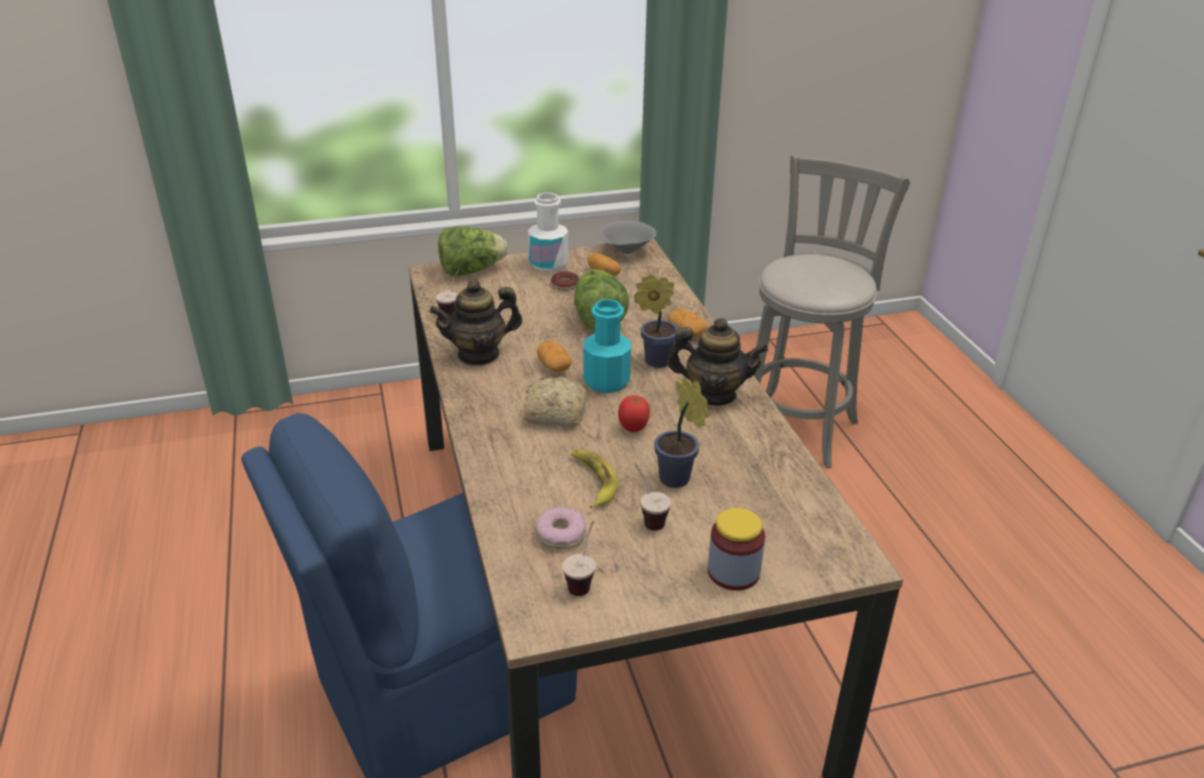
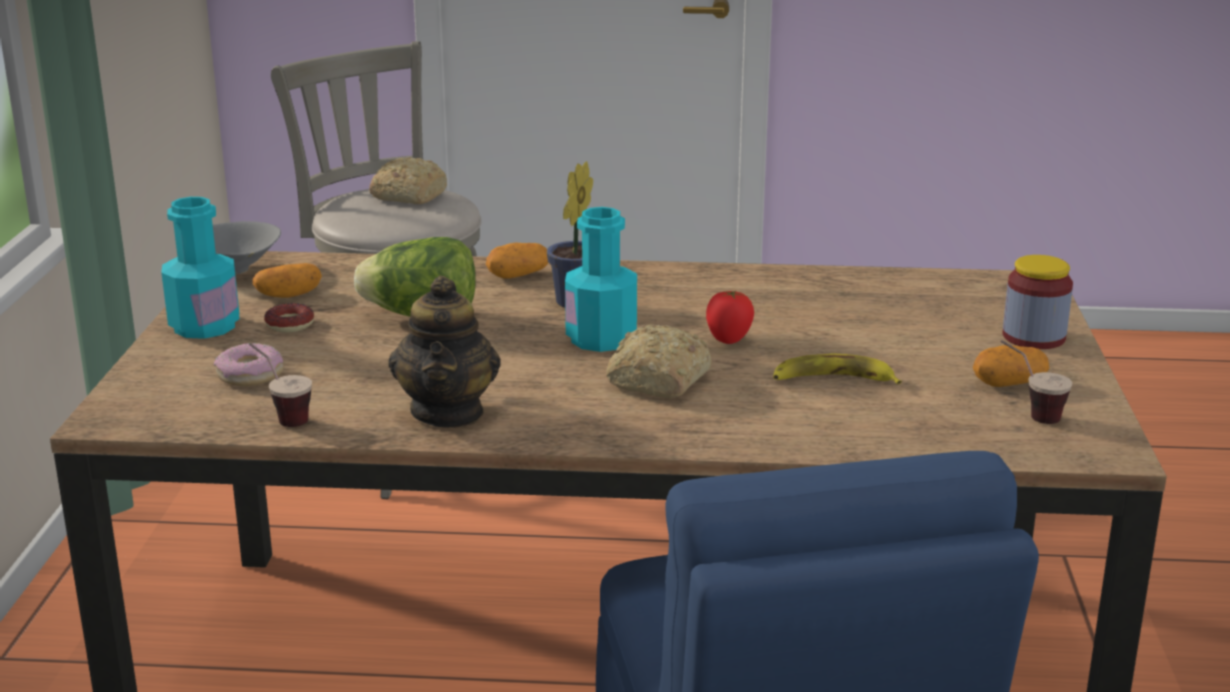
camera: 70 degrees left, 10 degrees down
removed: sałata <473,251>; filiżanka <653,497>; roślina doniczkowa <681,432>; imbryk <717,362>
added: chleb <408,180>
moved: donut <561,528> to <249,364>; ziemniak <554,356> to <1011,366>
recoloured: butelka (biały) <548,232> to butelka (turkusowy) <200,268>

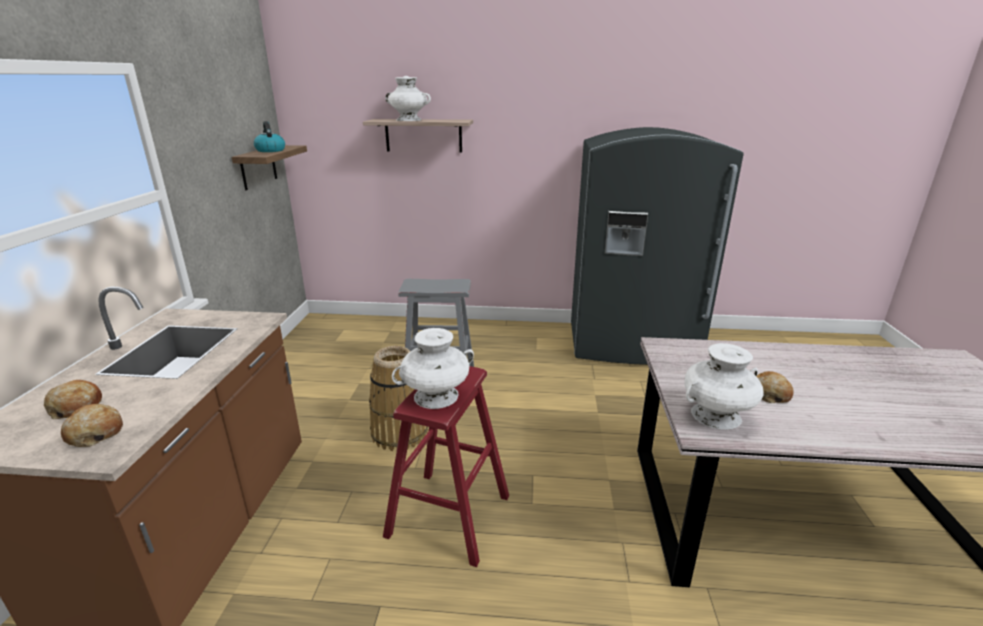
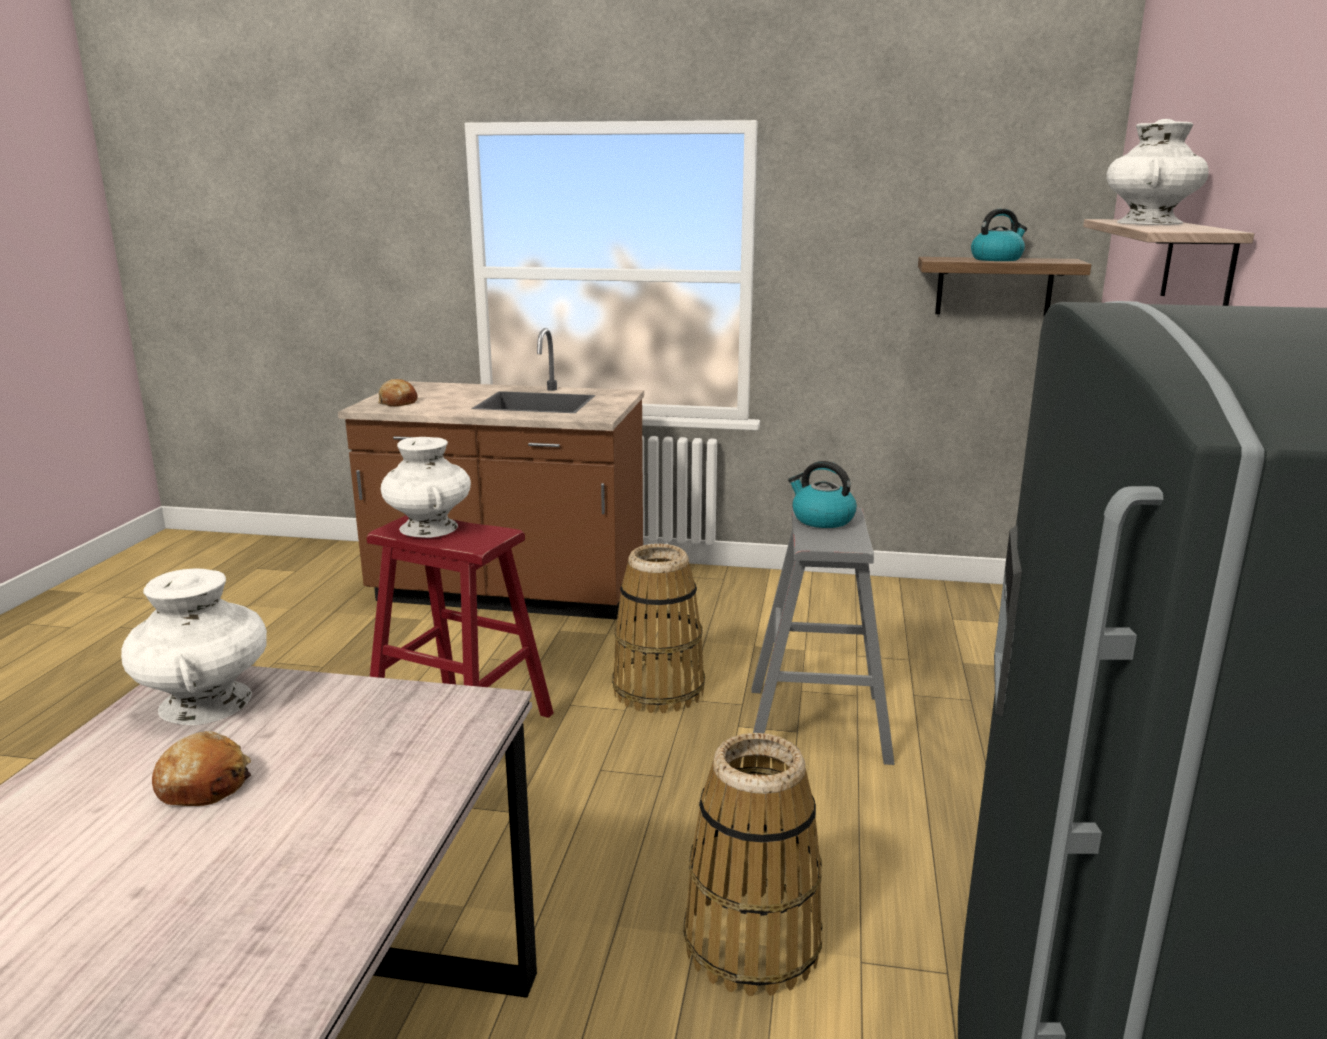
camera: 95 degrees right, 5 degrees down
removed: chleb <73,399>
added: koszyk <752,864>; czajnik <822,494>

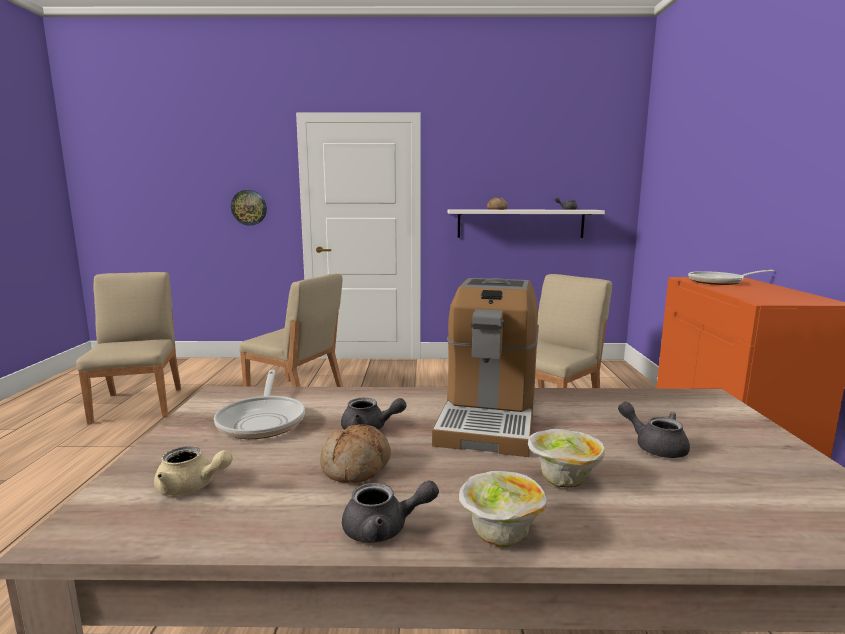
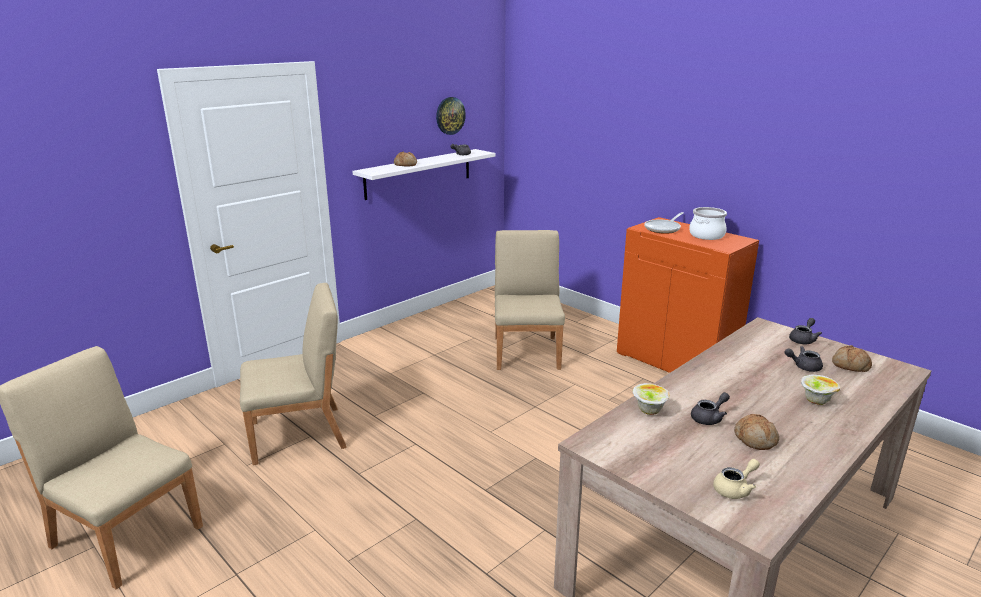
camera: 45 degrees left, 10 degrees up
removed: patelnia <259,404>; ekspres do kawy <485,367>
added: garnek <708,223>; chleb <852,358>
moved: zegar ścienny <249,208> to <451,116>; imbryk (szary) <390,511> to <805,331>; miska <503,509> to <651,399>

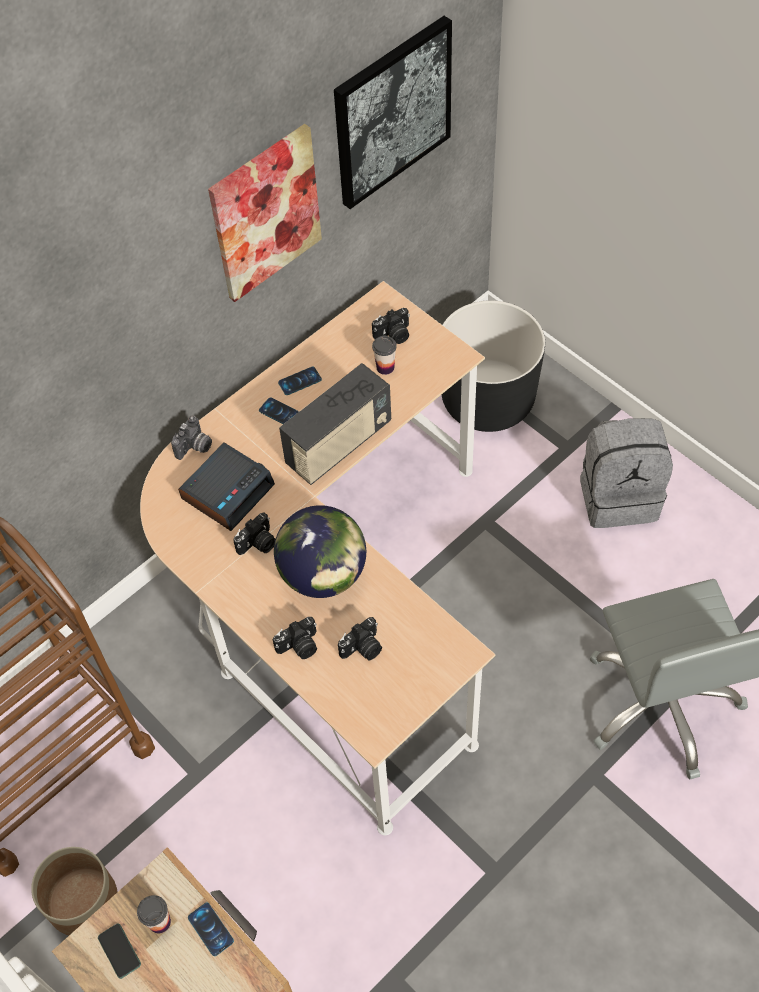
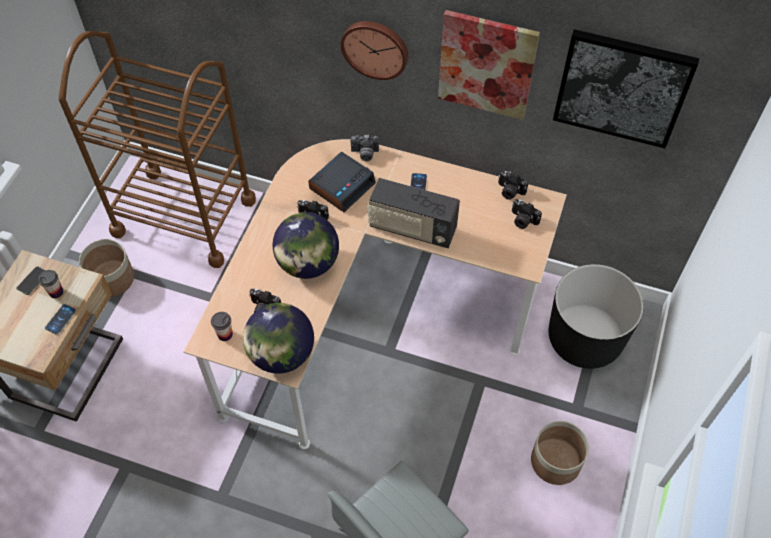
camera: 60 degrees right, 0 degrees up
removed: telefon <300,381>
added: globus <278,338>; zegar ścienny <374,50>
moved: aparat fotograficzny <295,638> to <513,185>; filiżanka <384,355> to <222,326>
replaced: plecak (szary) <626,473> to donica <560,453>
turned: budzik <226,487> = <342,182> 60 degrees counterclockwise

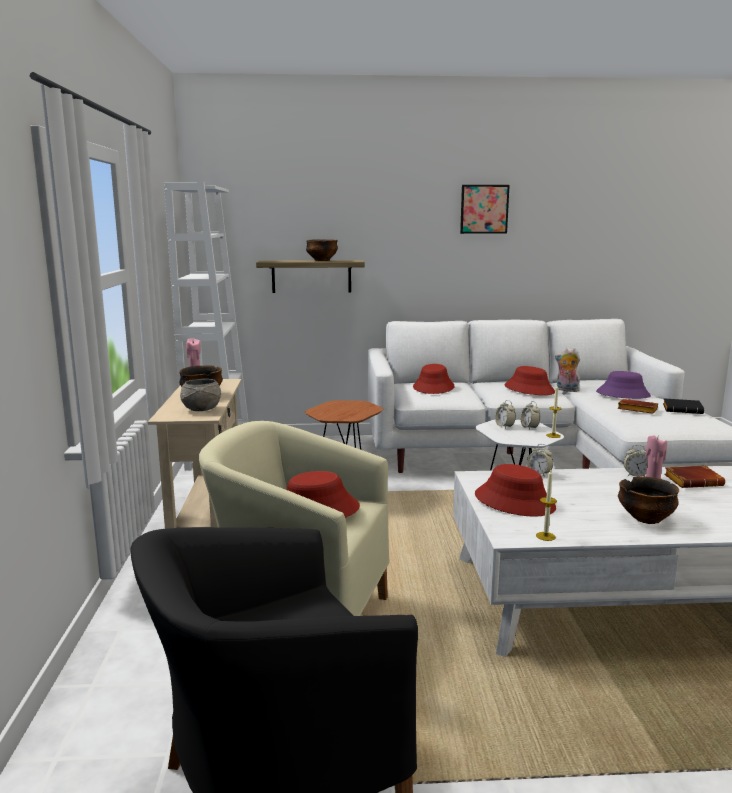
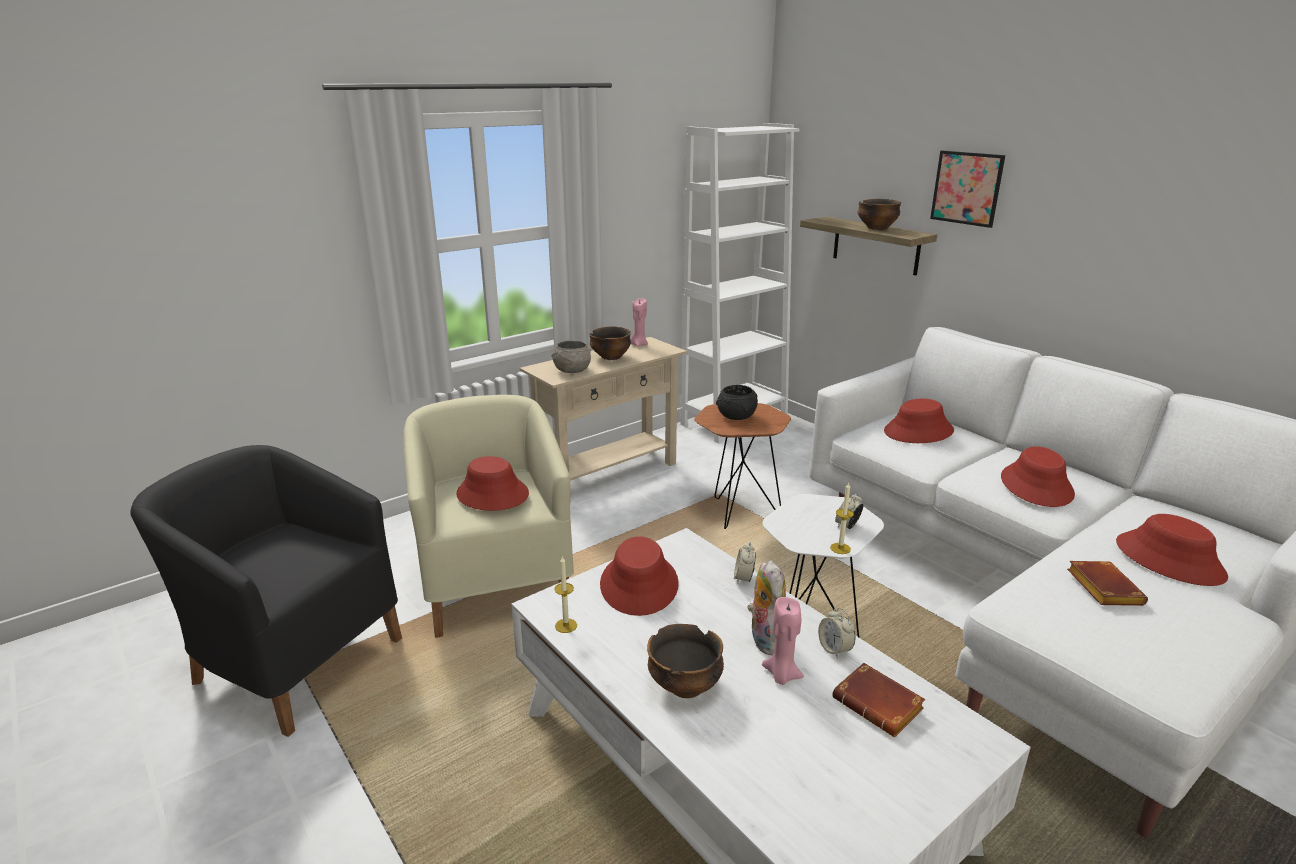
camera: 55 degrees right, 10 degrees up
removed: budzik <505,414>; książka (czarny) <683,406>
added: miska (czarny) <737,402>
moved: obraz <485,209> to <967,189>; pluszak <567,370> to <766,607>
recoloured: kapelusz (fioletowy) <623,385> to kapelusz (czerwony) <1172,550>

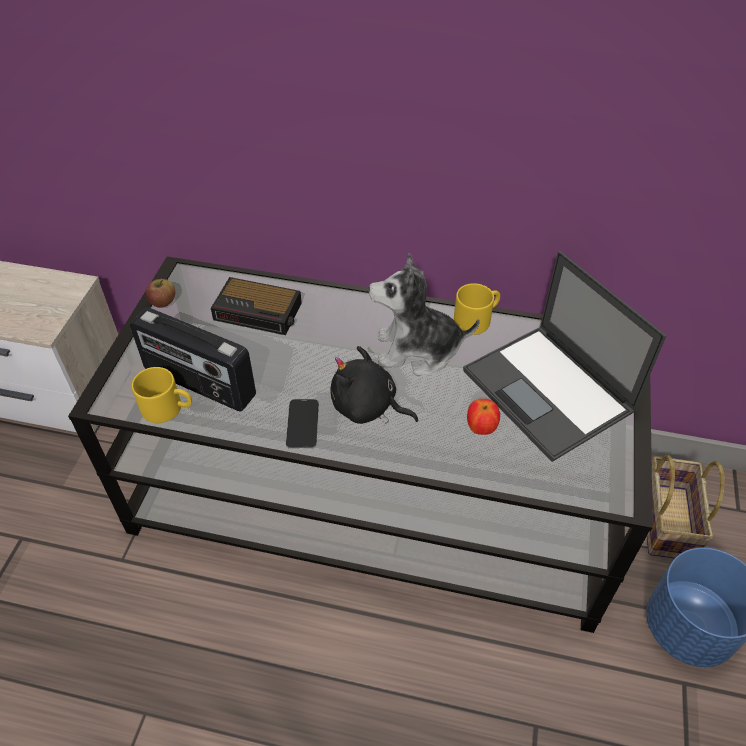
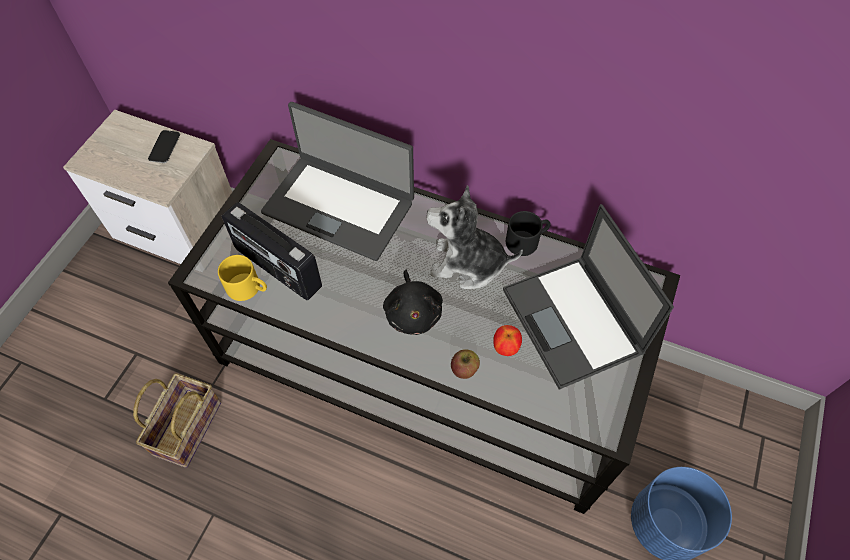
camera: 10 degrees right, 10 degrees up
moved: jabłko <160,293> to <465,364>; telefon <302,424> to <164,146>; koszyk <686,507> to <177,420>
replaced: budzik <256,306> to laptop <337,181>
recoloured: kubek (żółty) <477,309> to kubek (czarny) <528,233>
turned: pluszak (czarny) <374,385> = <413,302> 135 degrees counterclockwise

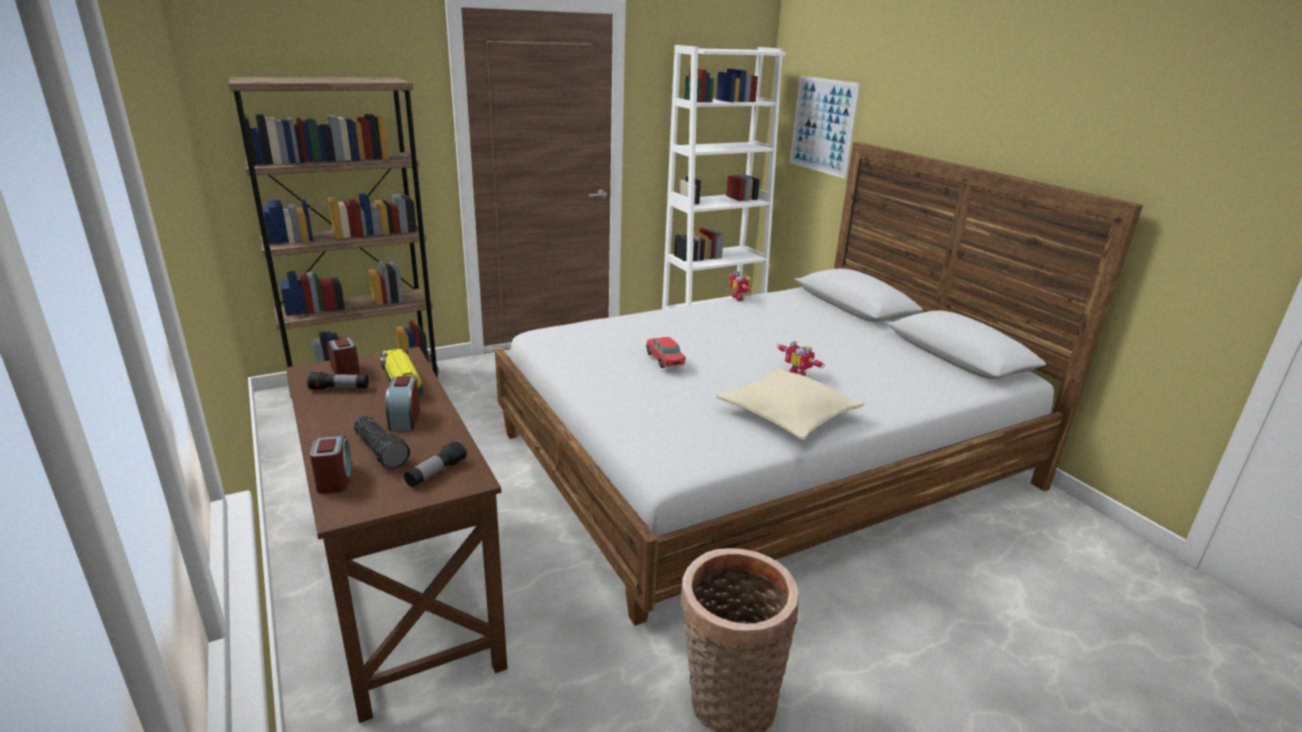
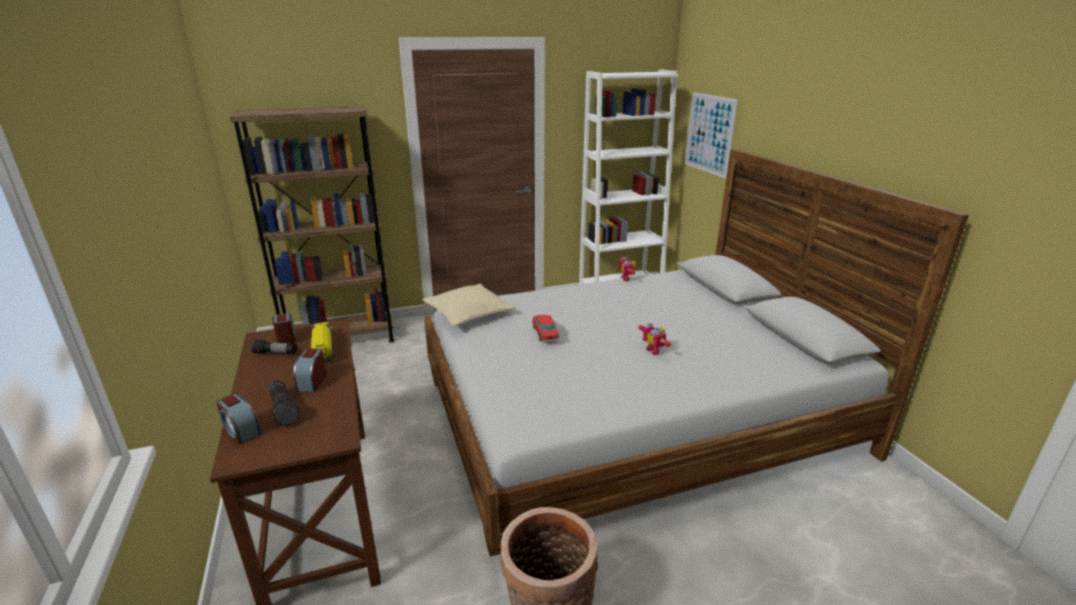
camera: 10 degrees right, 0 degrees up
removed: latarka <435,463>
moved: poduszka (beżowy) <790,403> to <469,305>
turned: budzik <331,465> = <238,419> 135 degrees clockwise

